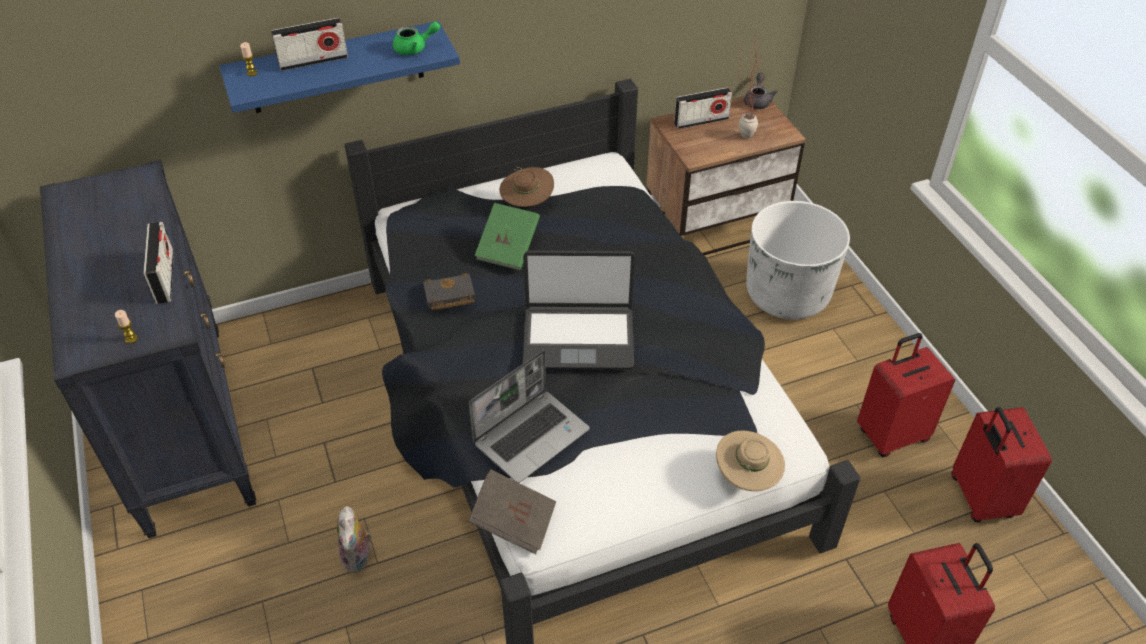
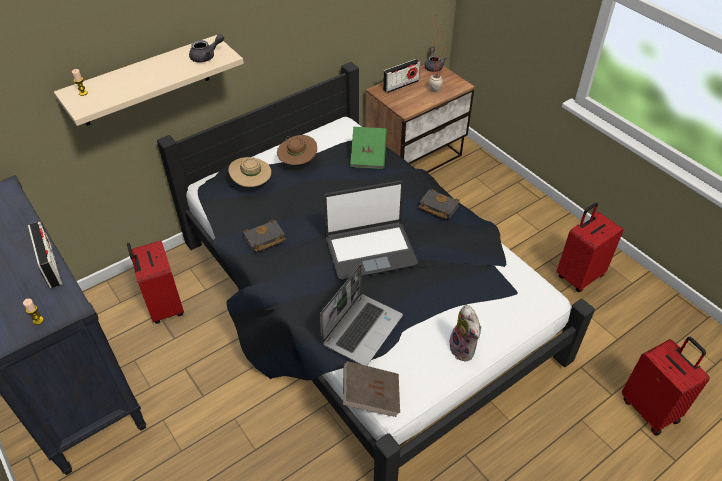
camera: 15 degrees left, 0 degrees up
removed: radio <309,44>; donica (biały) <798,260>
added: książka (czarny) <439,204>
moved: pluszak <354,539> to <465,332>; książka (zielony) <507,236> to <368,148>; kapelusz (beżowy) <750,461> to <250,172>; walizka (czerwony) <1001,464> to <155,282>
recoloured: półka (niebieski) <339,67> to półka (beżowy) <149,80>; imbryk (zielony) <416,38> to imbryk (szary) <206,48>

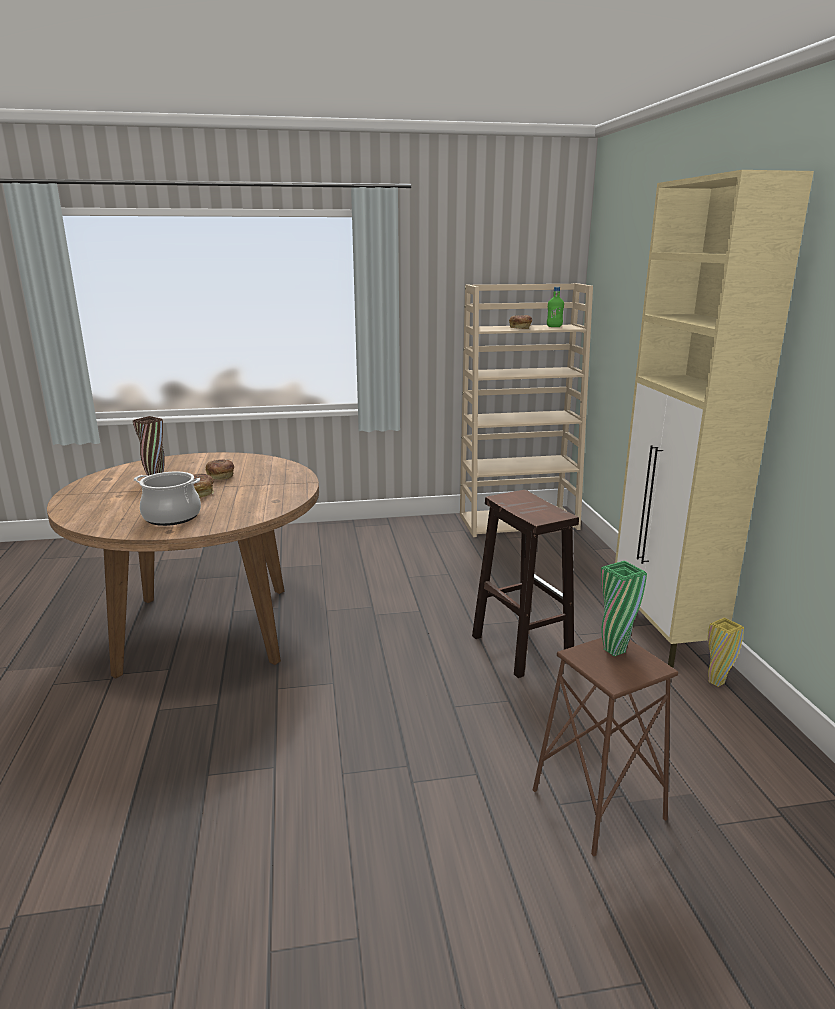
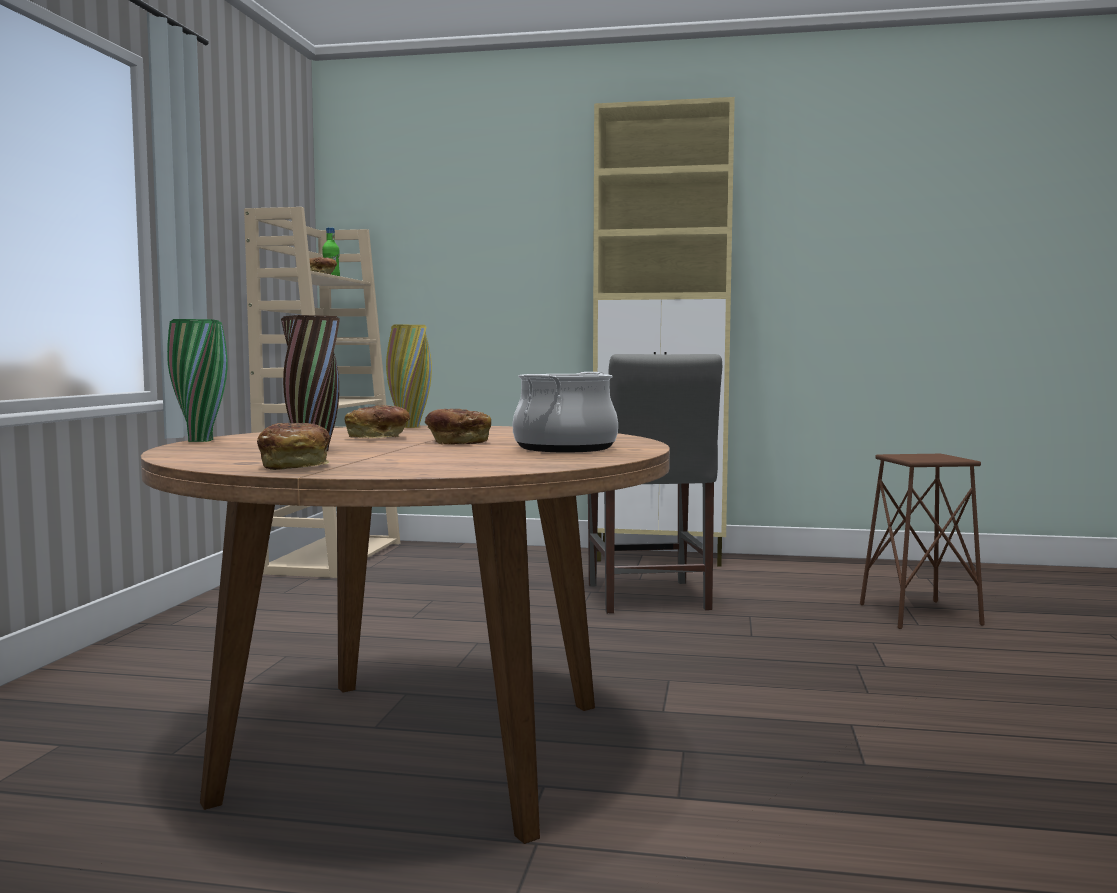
camera: 70 degrees left, 15 degrees down
added: chleb <293,446>
moved: wazon (zielony) <624,608> to <197,380>; wazon (żółty) <726,652> to <409,376>
replaced: stołek (brązowy) <525,584> to krzesło (szary) <655,483>

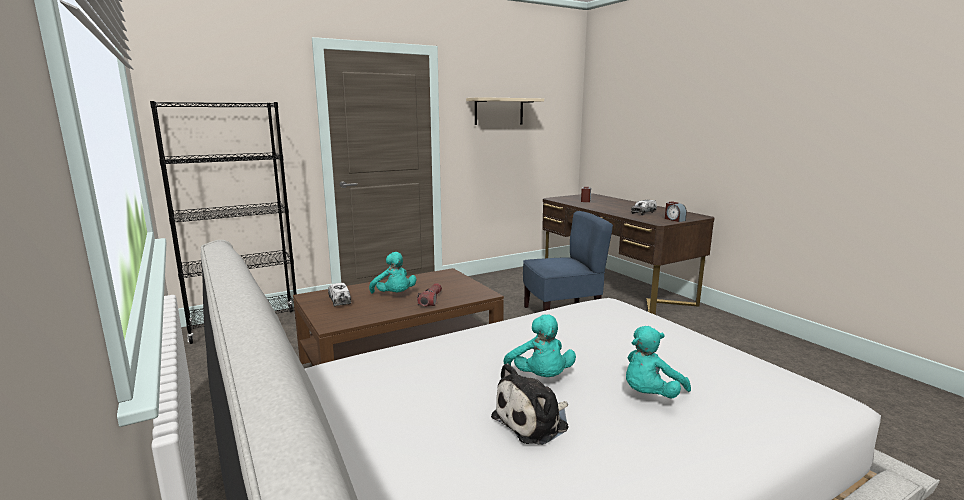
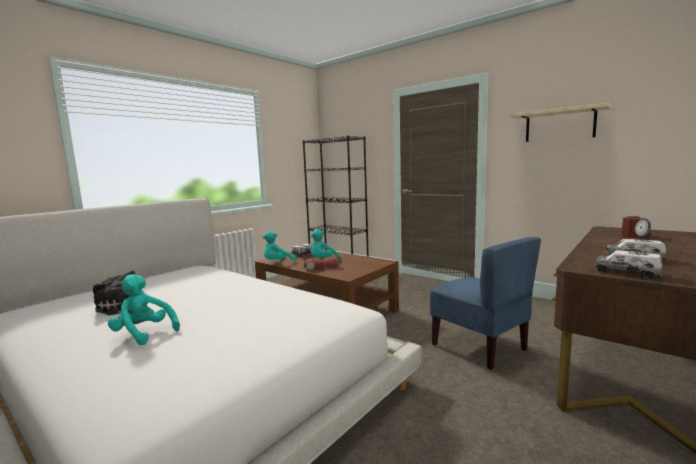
camera: 70 degrees right, 5 degrees down
moved: pluszak (turkusowy) <540,345> to <279,246>
replaced: budzik <676,211> to ciężarówka zabawkowa <629,264>

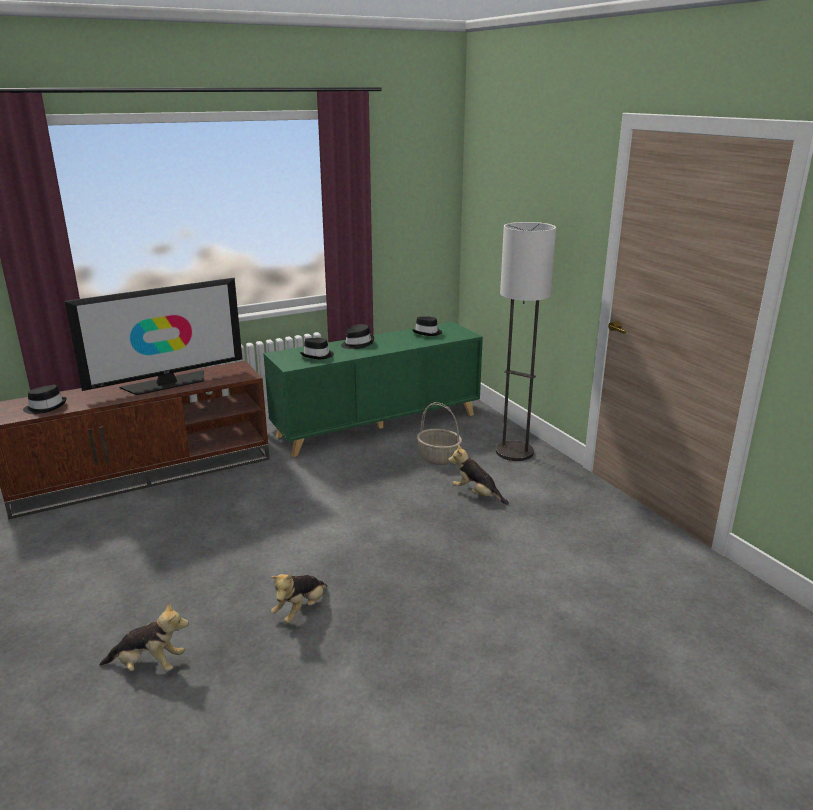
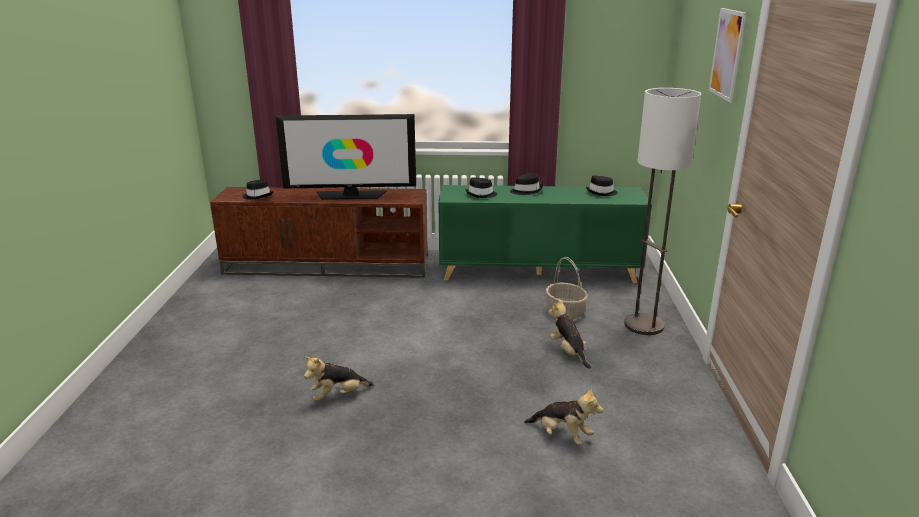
camera: 30 degrees right, 0 degrees up
added: obraz <728,55>
moved: pluszak <144,636> to <563,416>

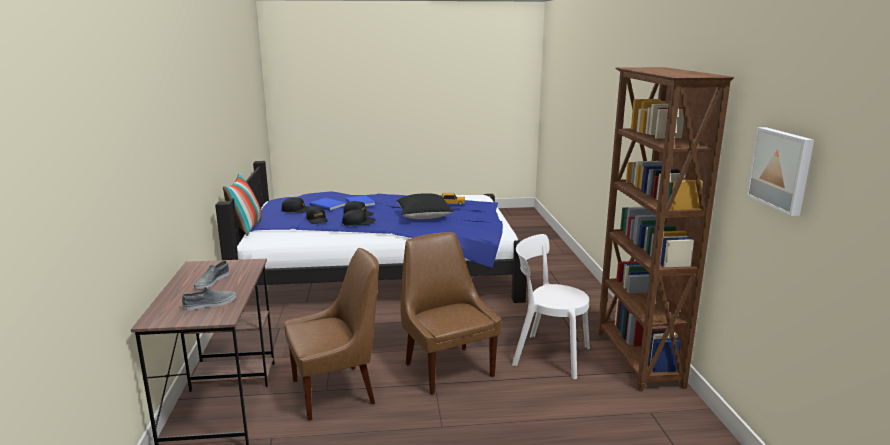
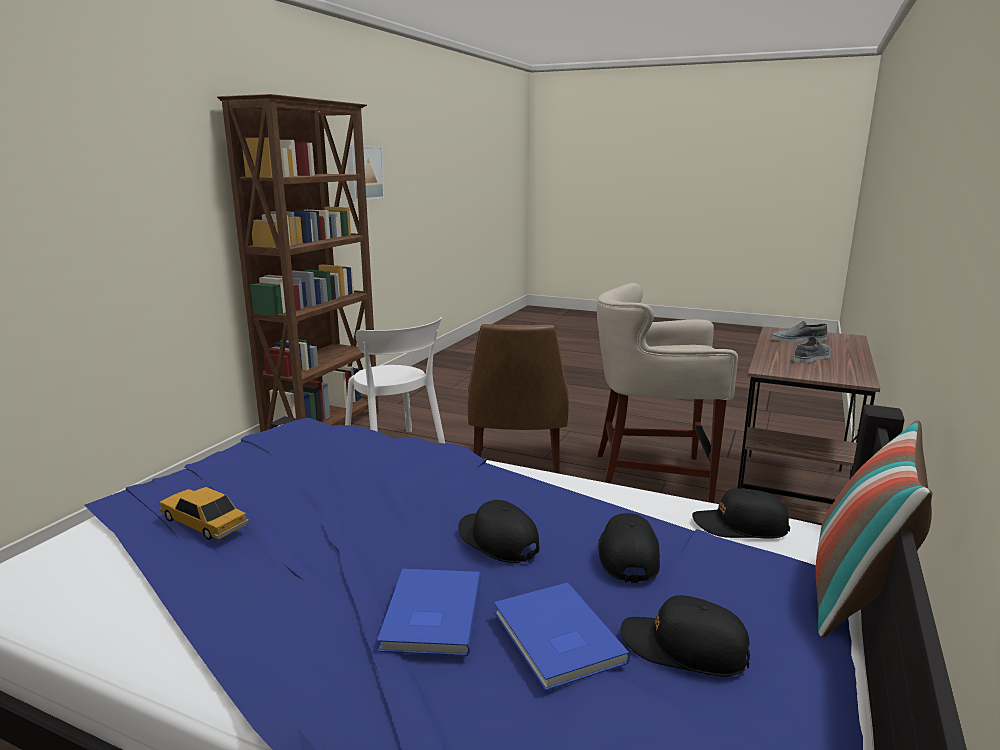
camera: 150 degrees left, 0 degrees up
removed: poduszka (czarny) <424,206>
moved: czapka z daszkiem (czarny) <359,217> to <741,513>
replaced: krzesło (brązowy) <331,334> to stołek (beżowy) <667,393>

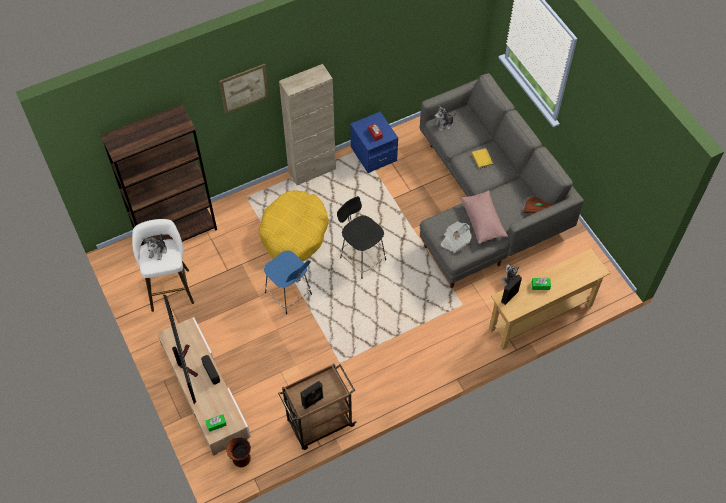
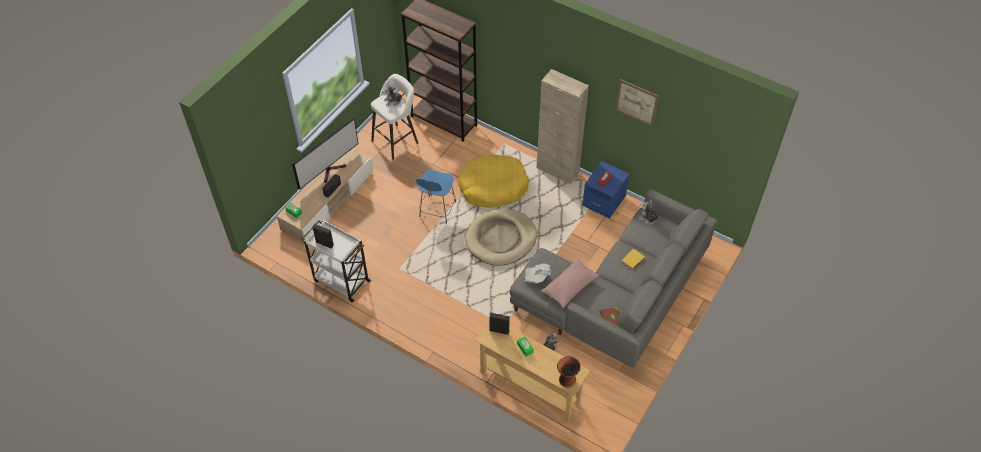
camera: 60 degrees right, 5 degrees down
moved: obraz <244,89> to <637,103>; wazon <238,452> to <569,372>
replaced: stołek (czarny) <361,237> to legowisko (beżowy) <501,237>
recoloured: wózek (brązowy) <317,407> to wózek (biały) <337,261>

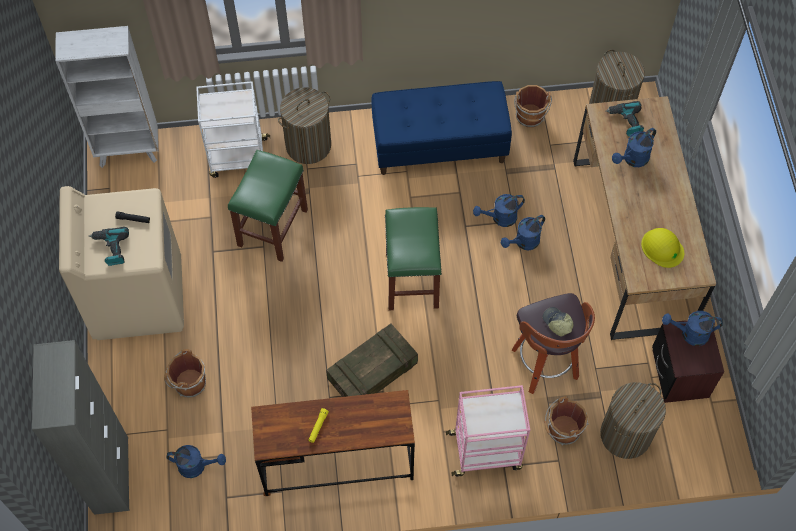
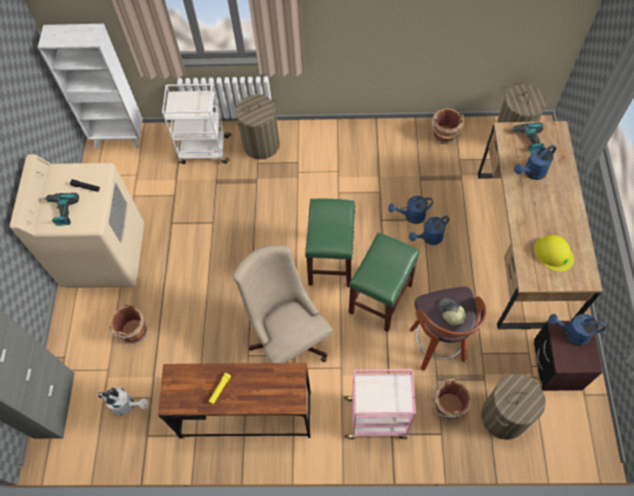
camera: 10 degrees right, 0 degrees up
removed: ławka (niebieski) <441,128>
moved: stołek (zielony) <268,206> to <384,282>
replaced: skrzynka <372,360> to krzesło biurowe (beżowy) <283,304>
recoloured: konewka (niebieski) <196,461> to konewka (biały) <123,401>

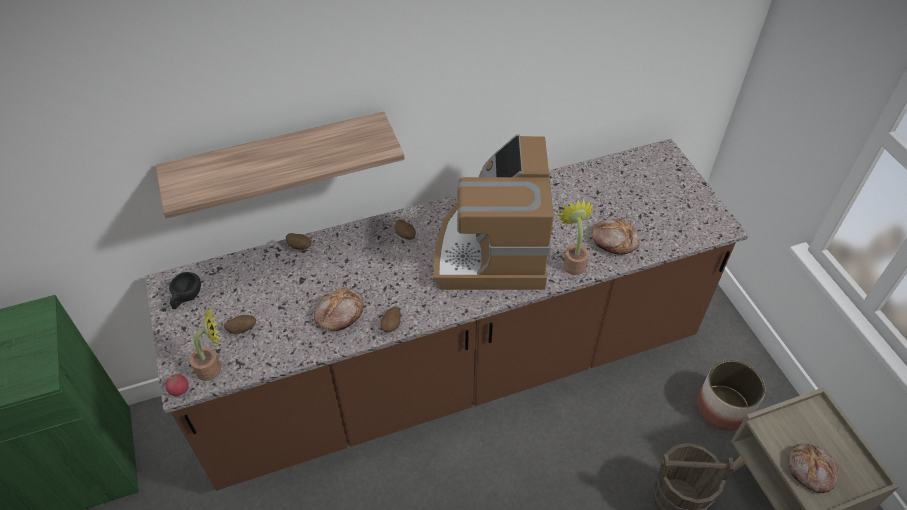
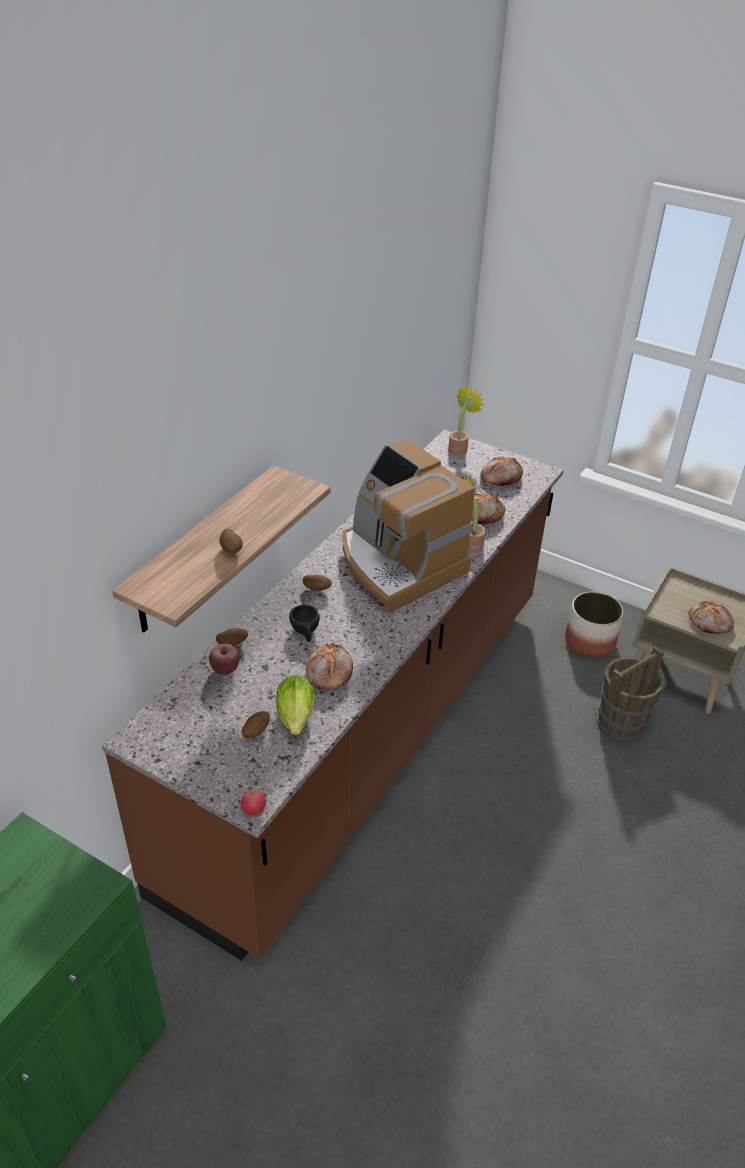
camera: 40 degrees left, 10 degrees down
added: jabłko <224,659>; sałata <295,705>; chleb <501,471>
moved: filiżanka (czarny) <185,290> to <304,623>; roślina doniczkowa <206,343> to <466,421>; ziemniak <391,319> to <231,540>

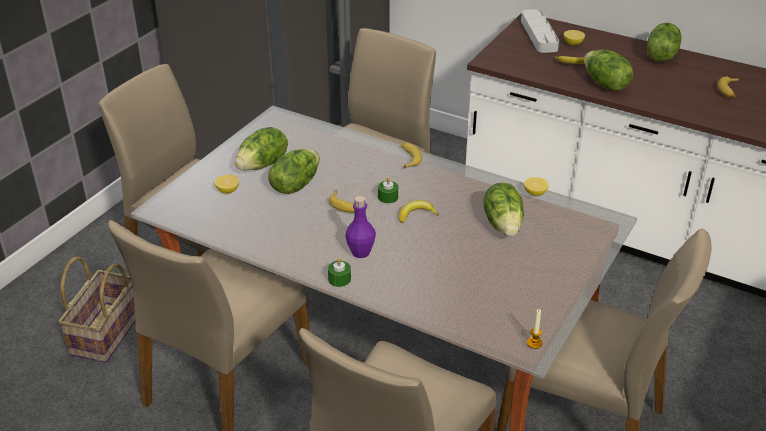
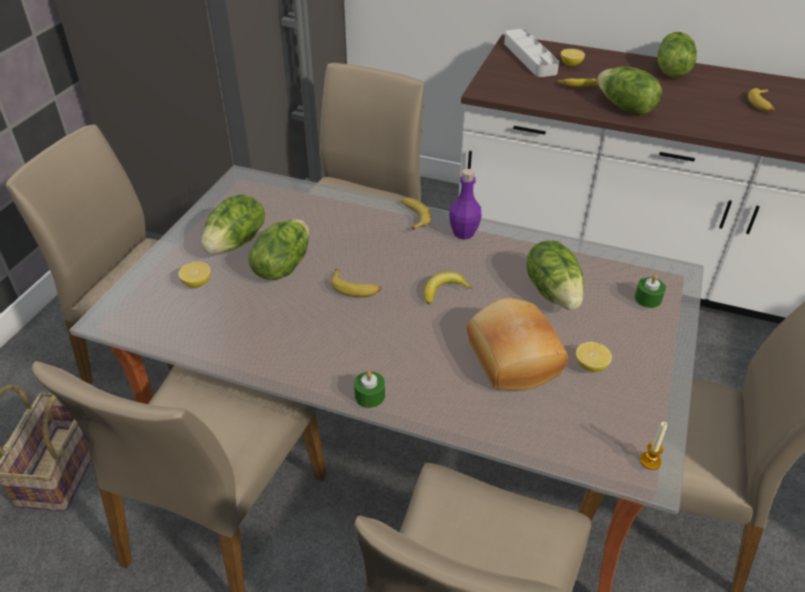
camera: 10 degrees left, 5 degrees up
added: chleb <517,344>
moved: butelka (fioletowy) <360,227> to <465,204>; świeca (zielony) <388,190> to <650,291>; cytryna <536,186> to <594,357>

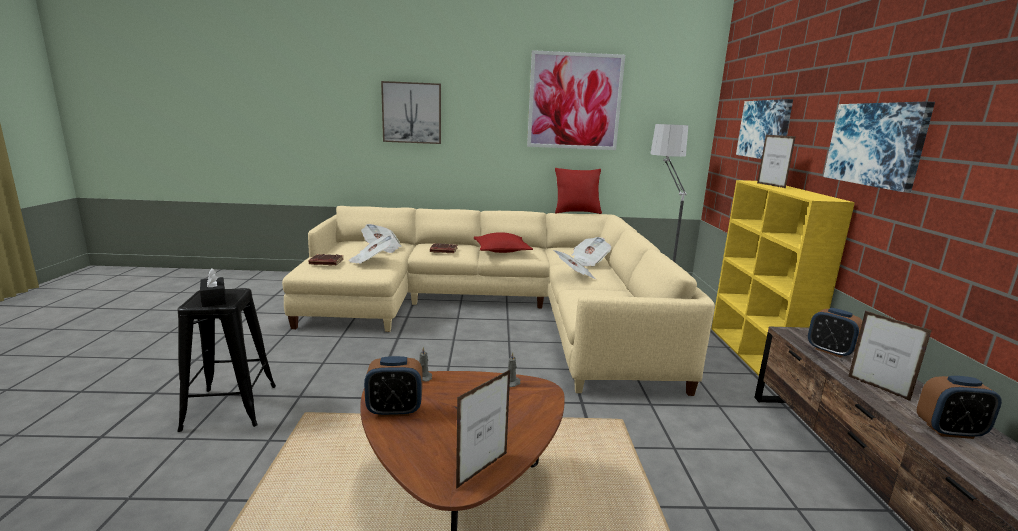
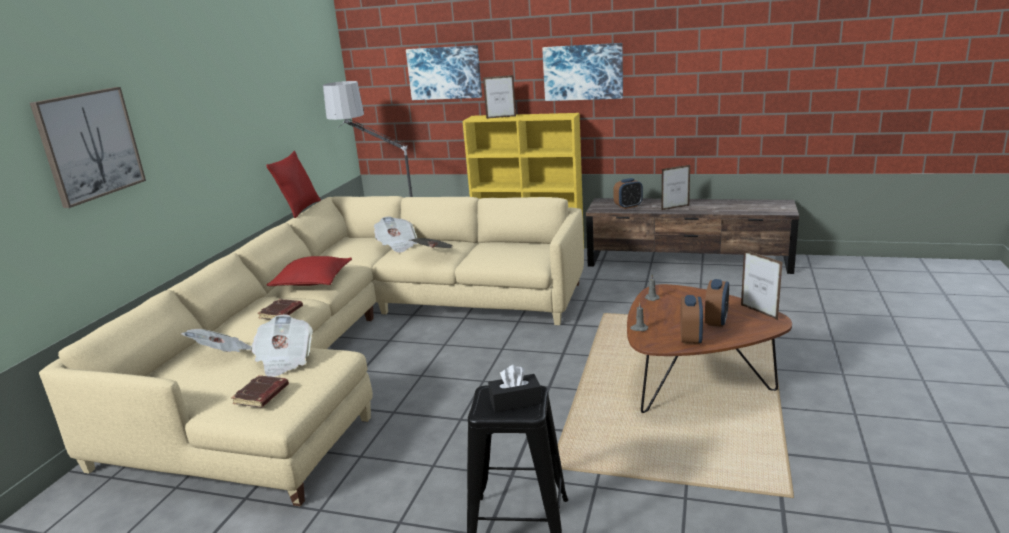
camera: 70 degrees left, 5 degrees up
removed: obraz <576,100>
moved: budzik <959,407> to <717,303>

